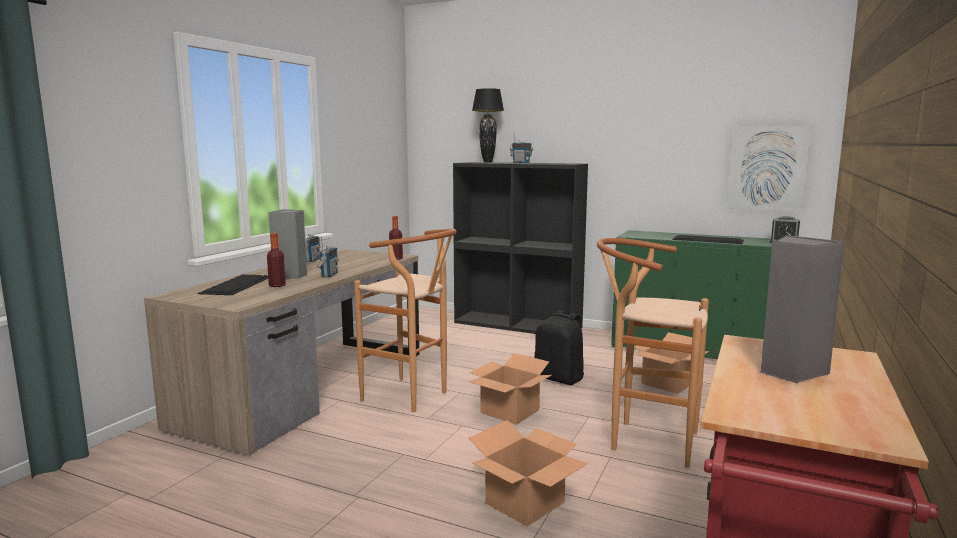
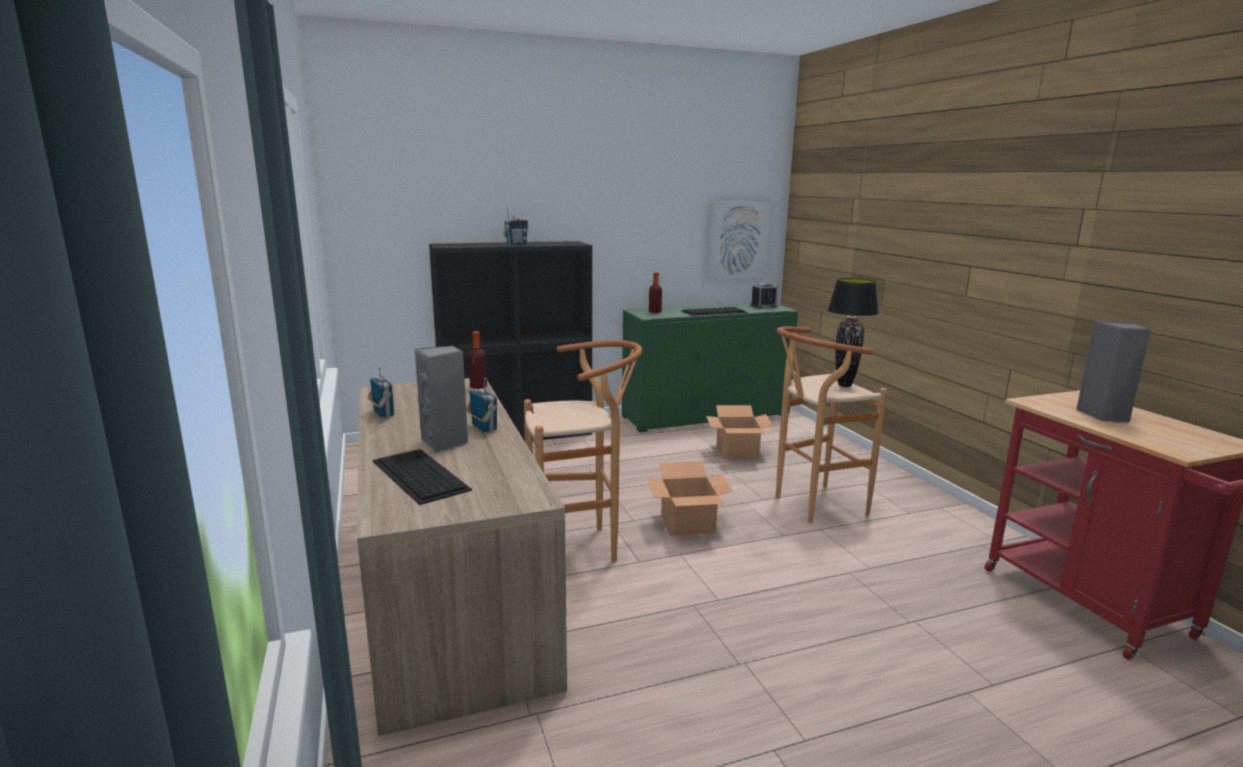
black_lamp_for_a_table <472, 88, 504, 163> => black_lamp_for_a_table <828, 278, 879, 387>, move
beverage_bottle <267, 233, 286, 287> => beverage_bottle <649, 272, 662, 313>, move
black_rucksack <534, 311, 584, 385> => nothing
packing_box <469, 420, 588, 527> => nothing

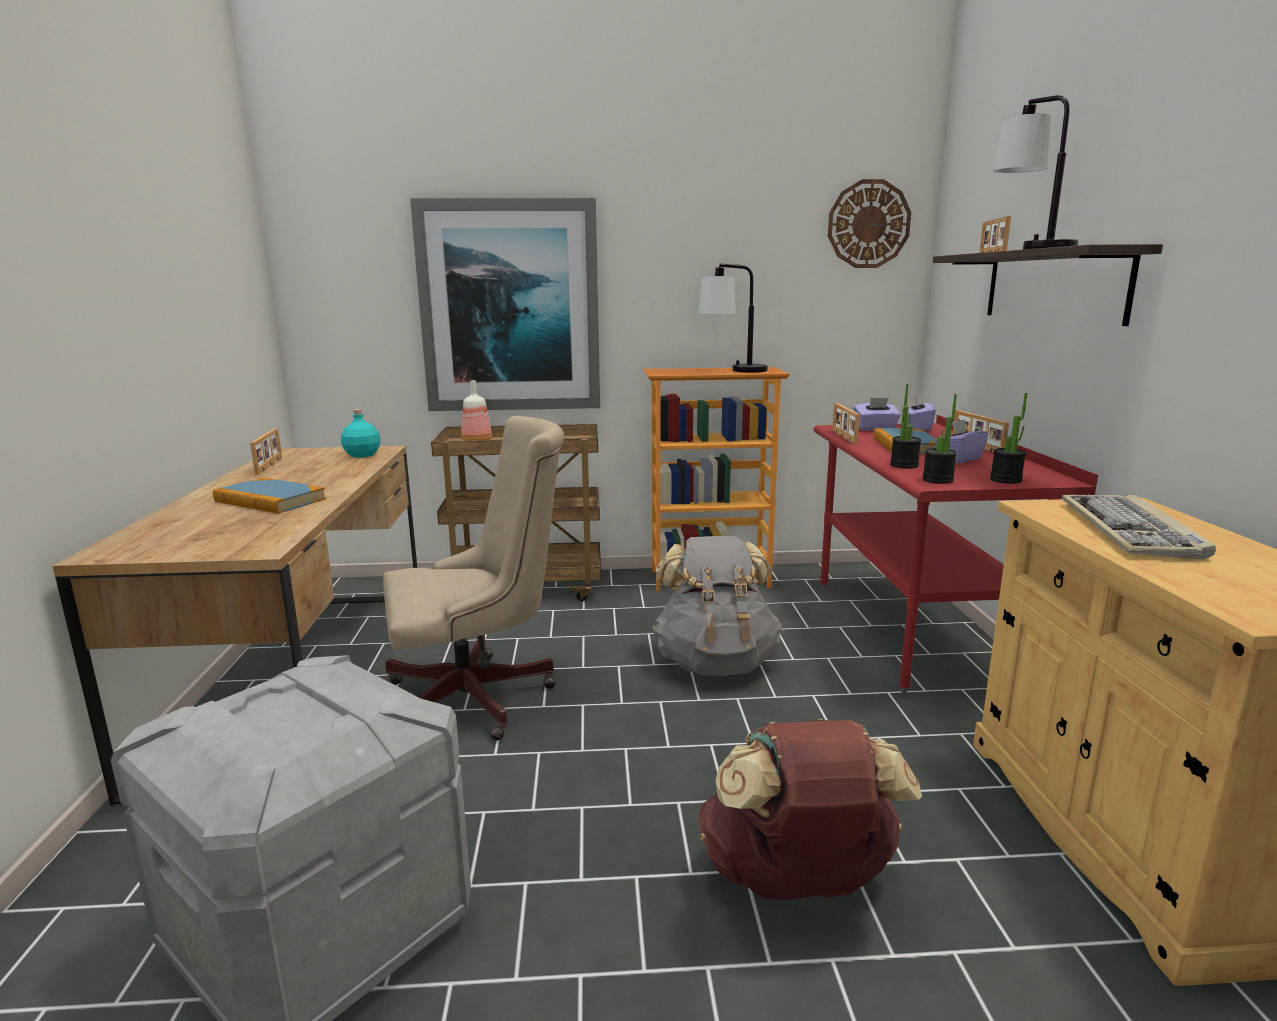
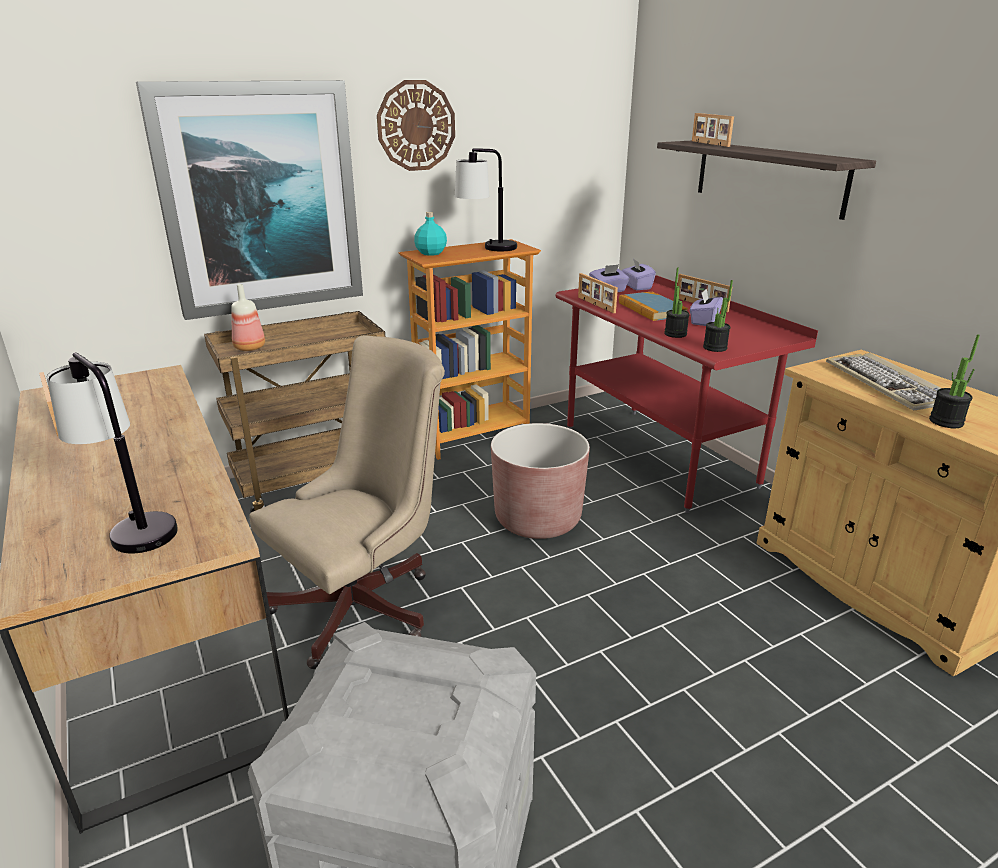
lamp_for_a_table <993, 95, 1078, 249> => lamp_for_a_table <47, 352, 178, 553>, move
wall_clock <828, 179, 911, 268> => wall_clock <377, 80, 455, 171>, move
plant_in_a_pot <990, 393, 1027, 484> => plant_in_a_pot <929, 334, 980, 428>, move
blue-green_beverage_bottle <341, 409, 381, 457> => blue-green_beverage_bottle <414, 212, 447, 256>, move
volume <213, 478, 326, 514> => nothing
gray_rucksack <652, 536, 782, 676> => brown_plant_pot <491, 423, 590, 539>
brown_rucksack <697, 719, 922, 900> => nothing

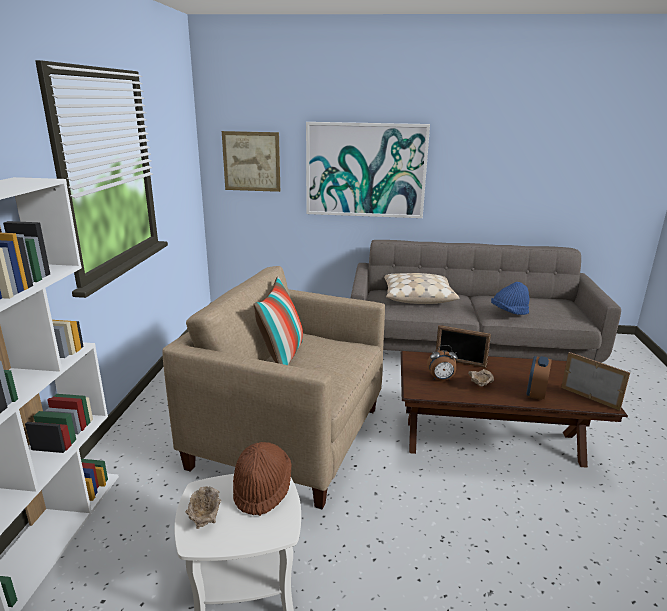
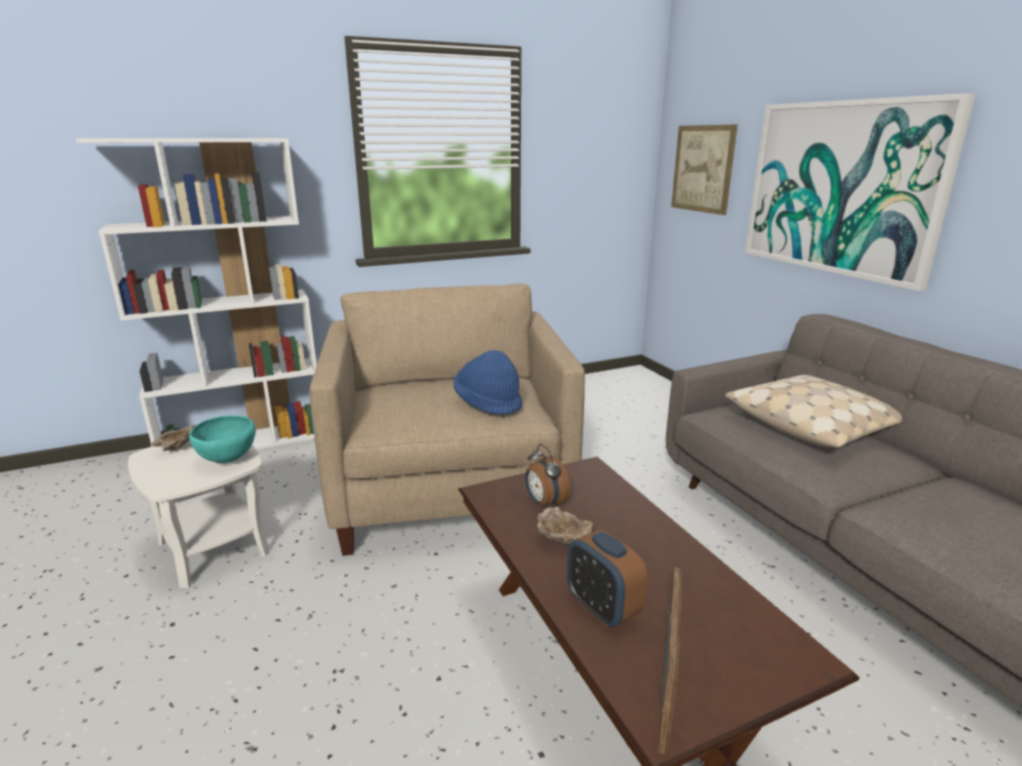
pillow <253, 277, 303, 365> => nothing
blue-coloured_hat <491, 282, 530, 315> => blue-coloured_hat <454, 350, 522, 415>, move
photo_frame <436, 325, 491, 368> => nothing
alarm_clock <526, 356, 552, 400> => alarm_clock <567, 529, 647, 627>, 120 degrees counterclockwise
brown_hat <233, 442, 292, 516> => blue-green_bowl <189, 416, 256, 463>

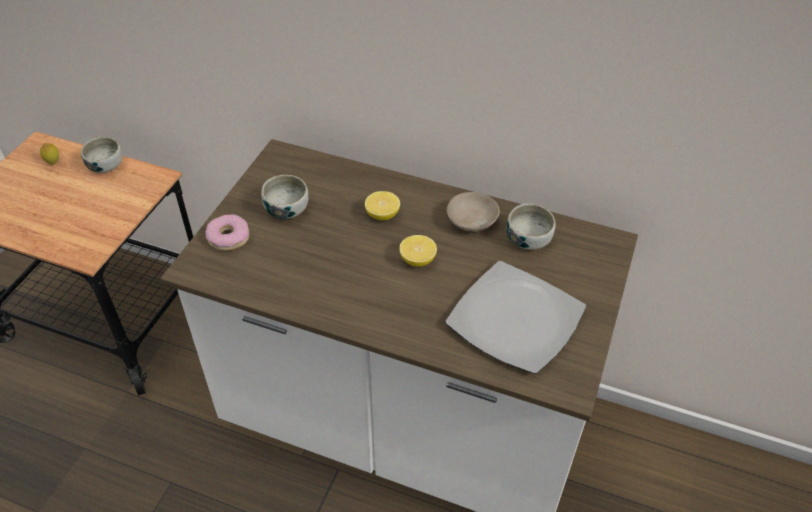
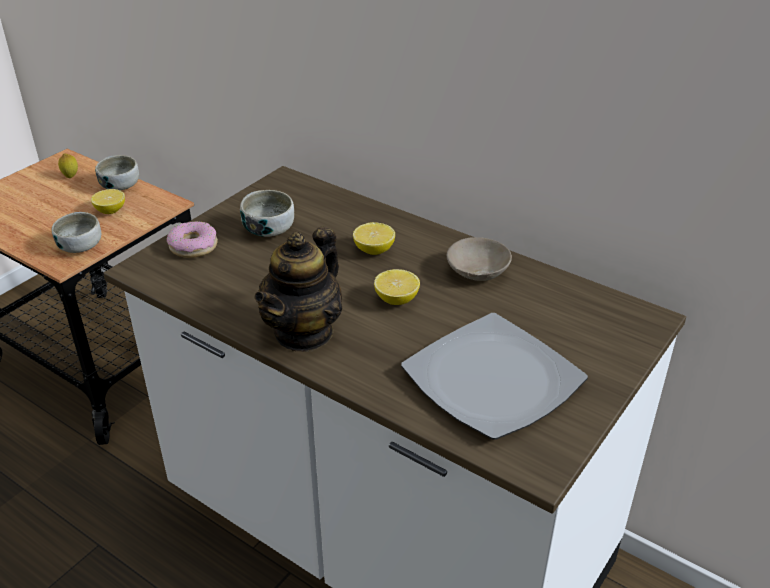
bowl <507, 203, 556, 250> => bowl <51, 212, 101, 253>, move
nothing => lemon <91, 189, 125, 214>
nothing => pot_for_tea <254, 226, 343, 352>

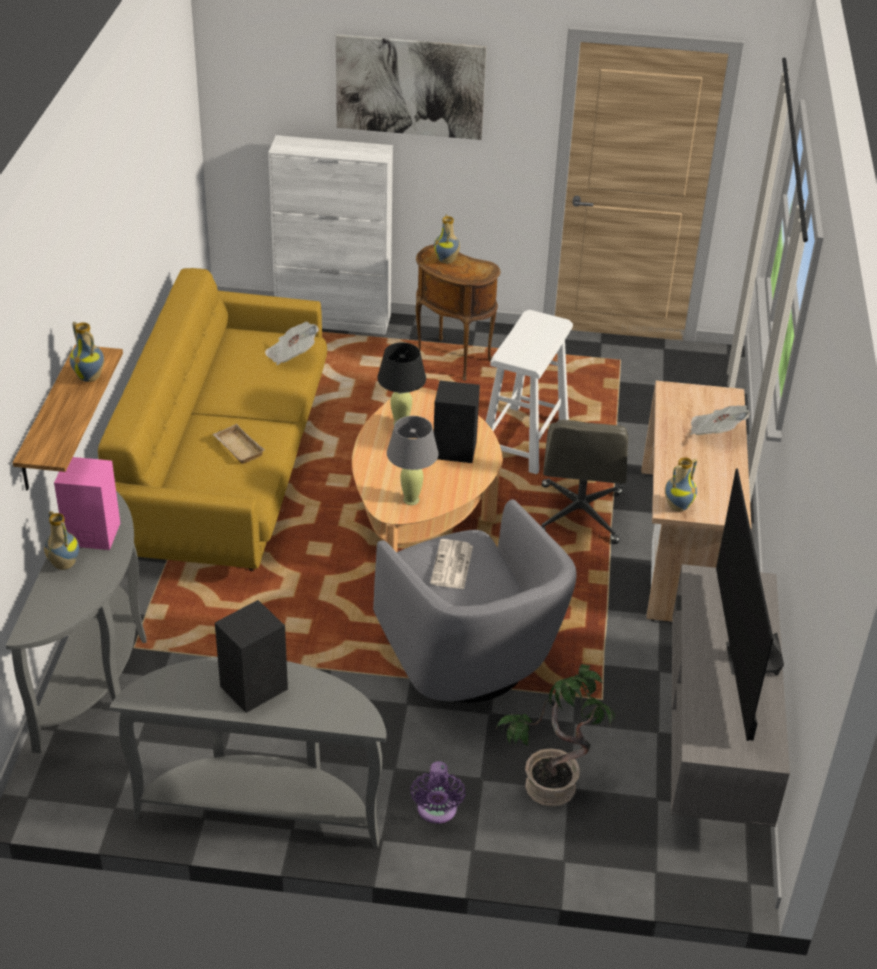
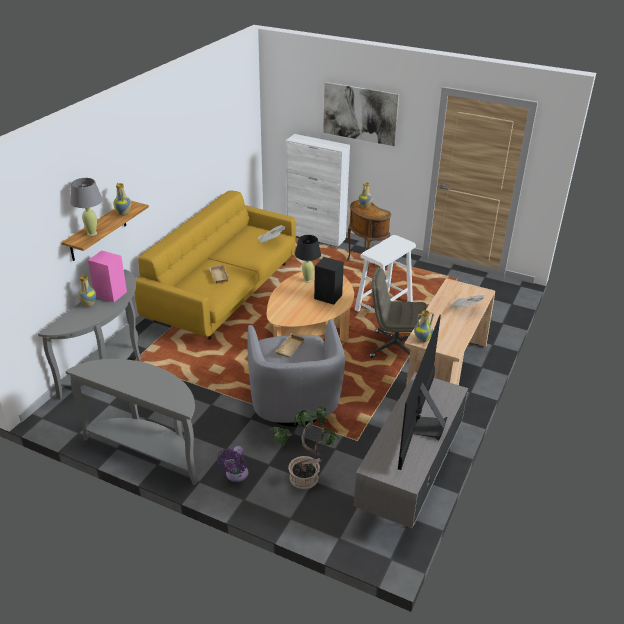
gray_lamp_for_a_table <387, 416, 439, 505> => gray_lamp_for_a_table <70, 178, 103, 236>, move
gray_desk_chair <541, 420, 628, 544> => gray_desk_chair <370, 268, 426, 358>, 75 degrees clockwise
daily_paper <430, 539, 473, 589> => sand-coloured_serving_tray <276, 333, 306, 358>
black_audio_speaker <215, 600, 288, 713> => nothing

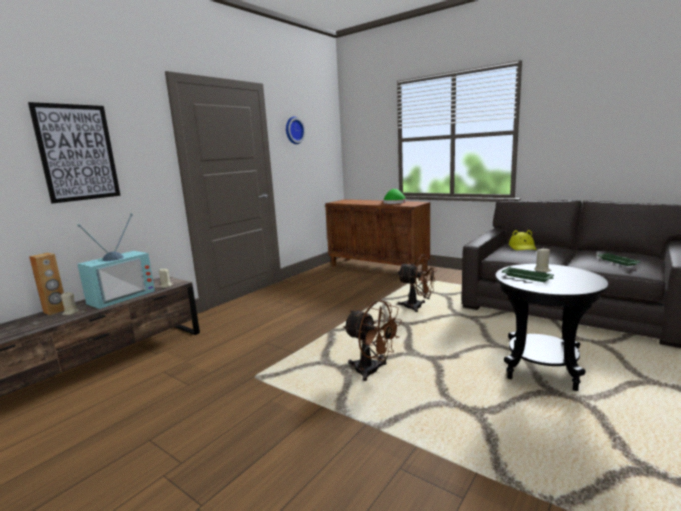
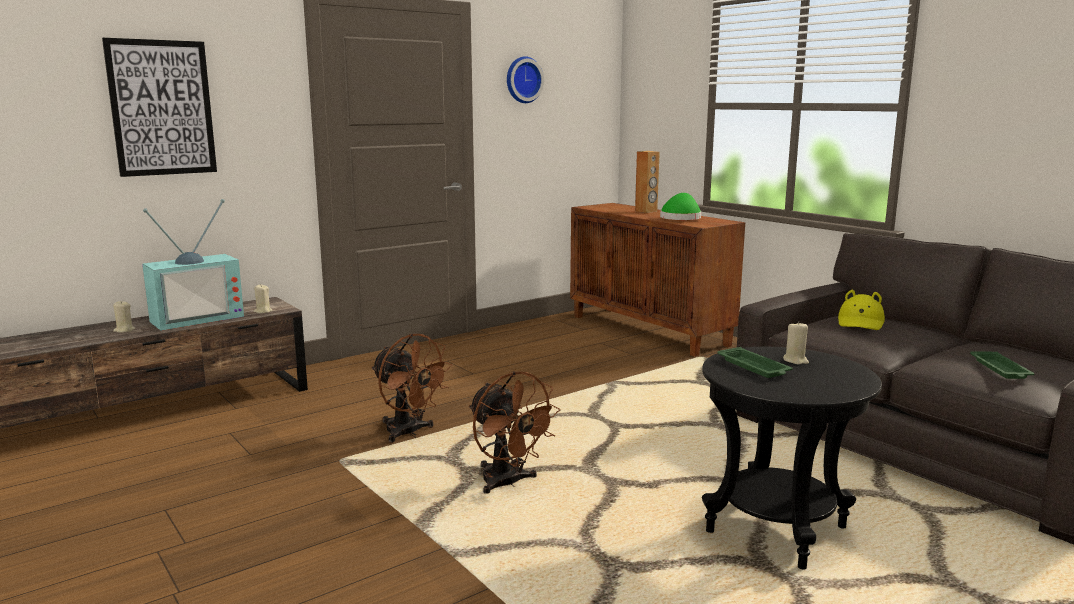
brown_audio_speaker <29, 253, 65, 315> => brown_audio_speaker <635, 151, 660, 213>, move
brown_cooling_fan <397, 254, 437, 312> => brown_cooling_fan <371, 333, 452, 443>, move

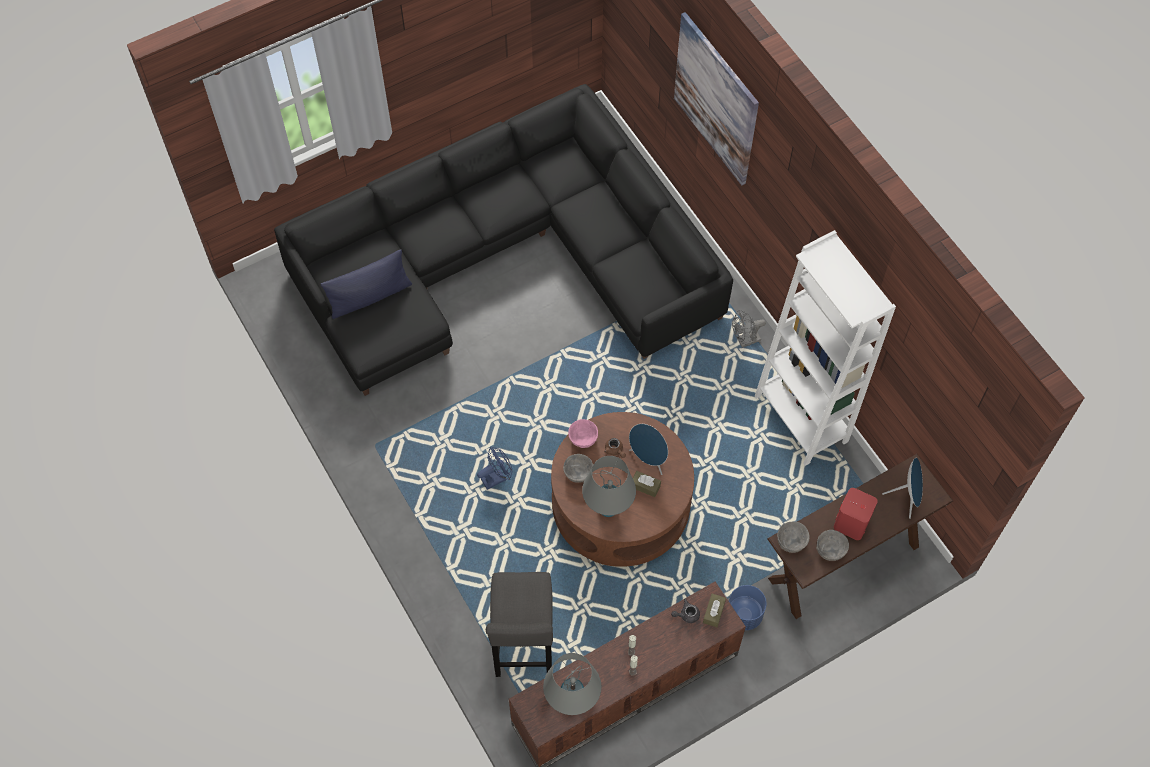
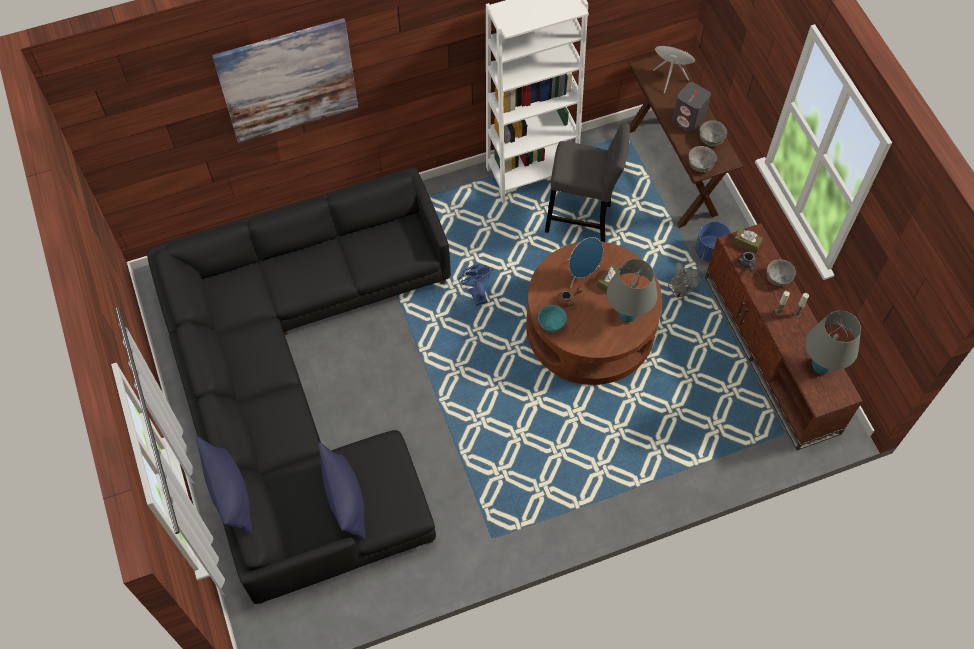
gray_cooling_fan <732, 310, 766, 348> => gray_cooling_fan <668, 263, 703, 298>, move
pinkish_bowl <568, 419, 598, 448> => blue-green_bowl <538, 305, 567, 332>
blue-coloured_cooling_fan <477, 447, 512, 490> => blue-coloured_cooling_fan <458, 264, 493, 306>, move
gray_bowl <563, 454, 593, 483> => gray_bowl <766, 259, 796, 286>, move
reddish_audio_speaker <834, 488, 878, 540> => gray_audio_speaker <672, 82, 711, 133>
gray_sitting_stool <486, 572, 553, 677> => gray_sitting_stool <545, 123, 630, 242>, move
nothing => blue-coloured_pillow <196, 437, 252, 535>

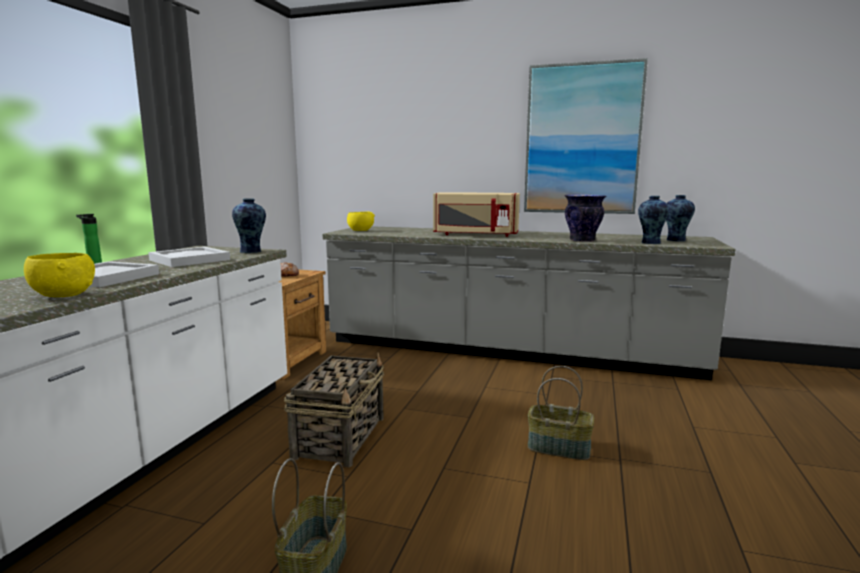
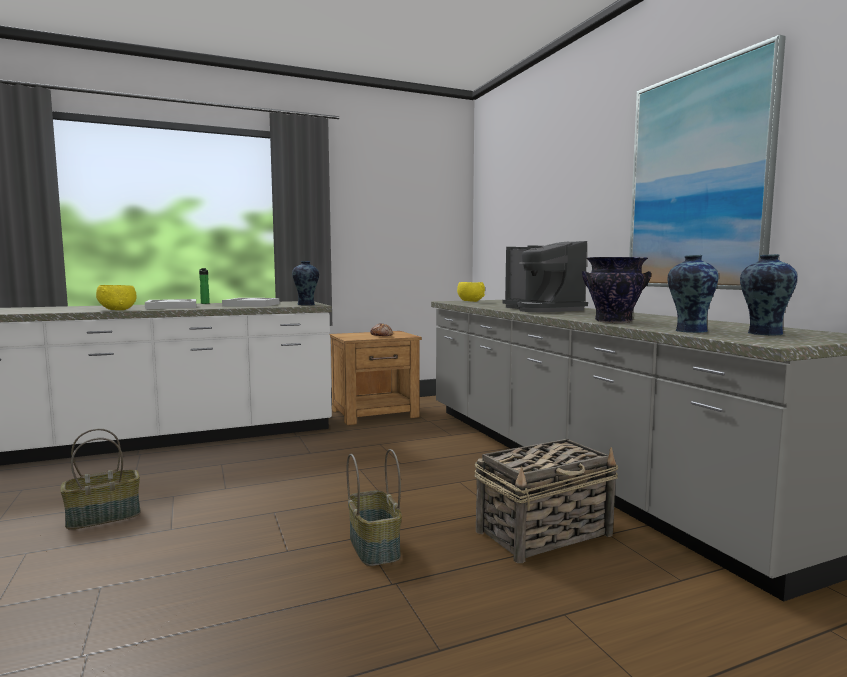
sand-coloured_microwave_oven <433, 192, 520, 237> => coffee_machine <502, 241, 588, 312>
basket <284, 352, 384, 467> => basket <474, 439, 618, 563>, move

